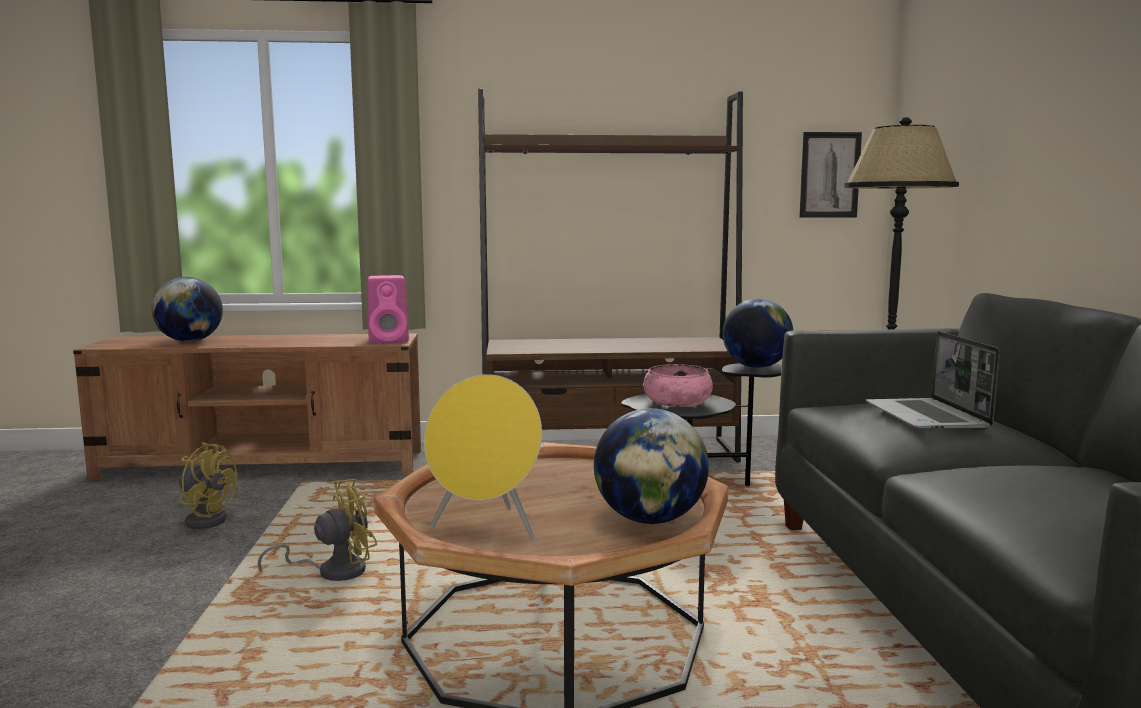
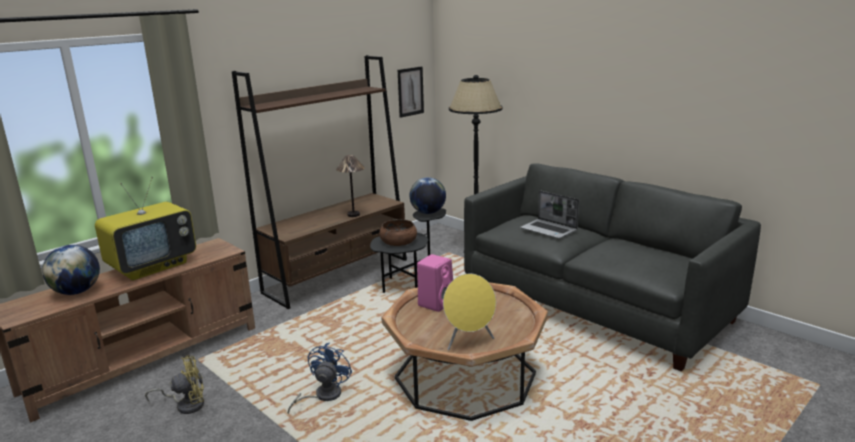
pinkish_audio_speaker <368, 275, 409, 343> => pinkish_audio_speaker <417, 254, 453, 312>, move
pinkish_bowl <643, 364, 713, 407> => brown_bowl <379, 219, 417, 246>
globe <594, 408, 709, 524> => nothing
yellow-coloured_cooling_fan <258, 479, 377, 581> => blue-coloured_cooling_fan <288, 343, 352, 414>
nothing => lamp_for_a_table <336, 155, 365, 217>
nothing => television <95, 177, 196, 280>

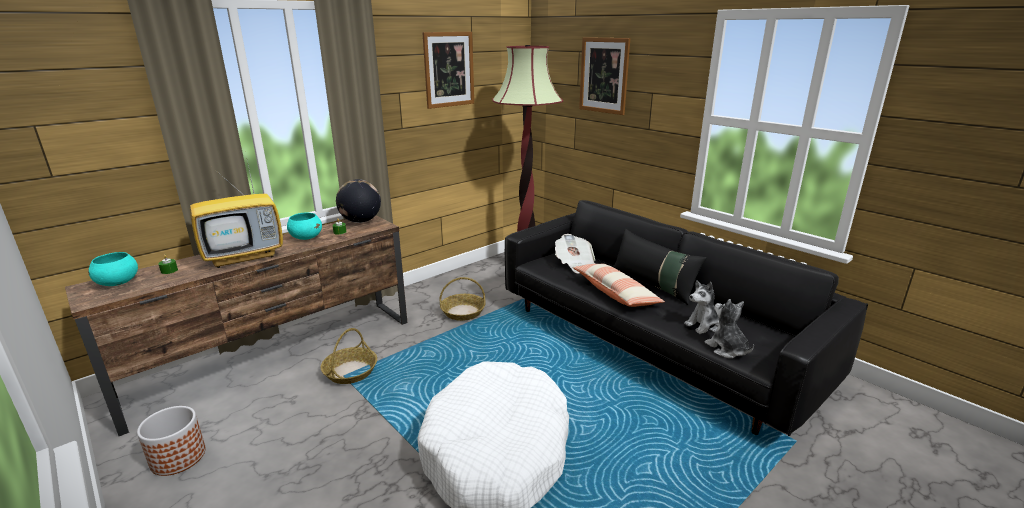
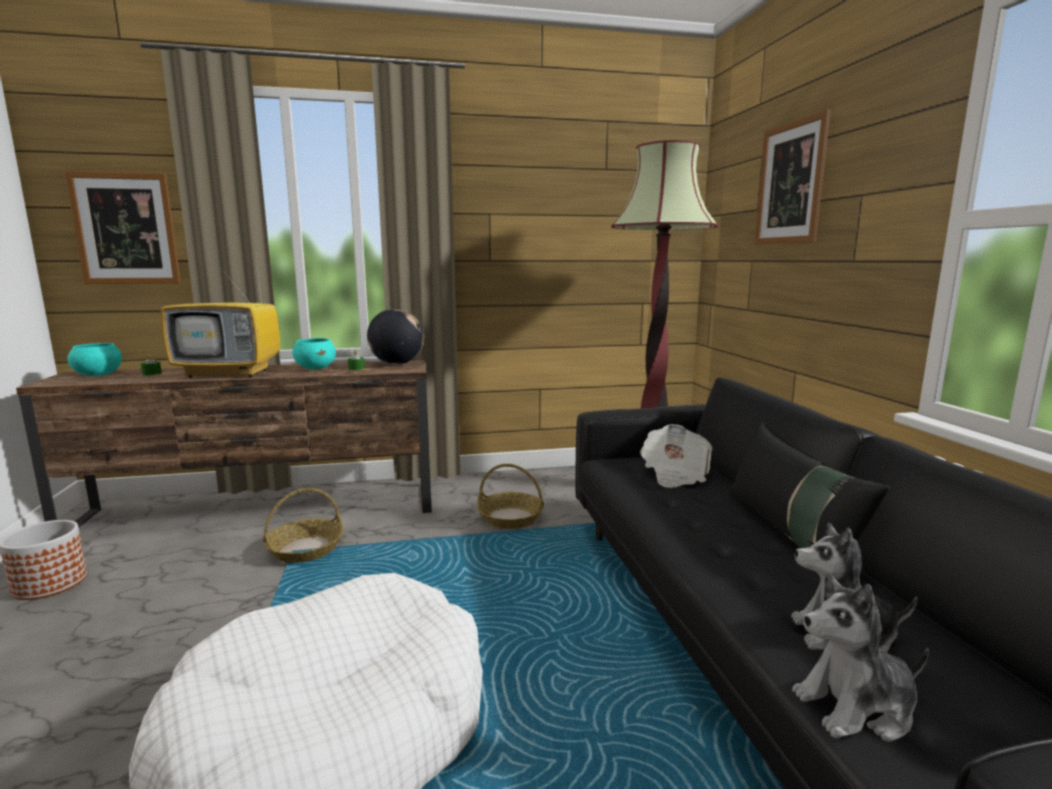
wall_picture <422, 32, 474, 109> => wall_picture <65, 171, 181, 284>, move
pillow <572, 264, 665, 307> => nothing
plush_toy <705, 299, 754, 358> => plush_toy <792, 573, 929, 742>, 105 degrees counterclockwise

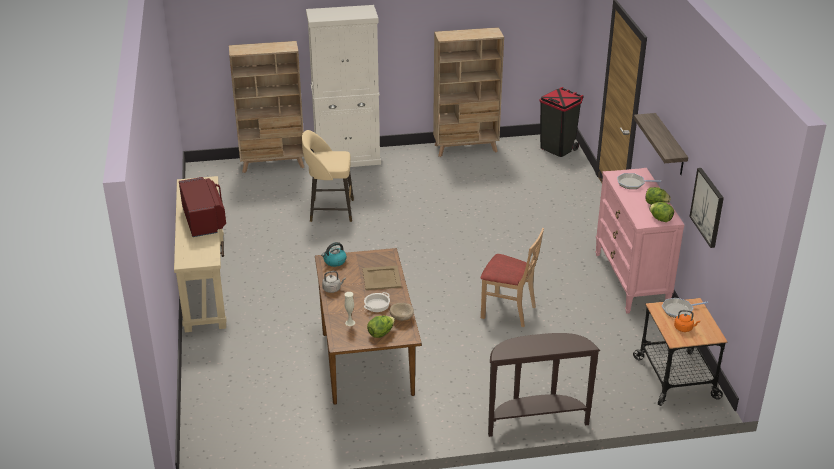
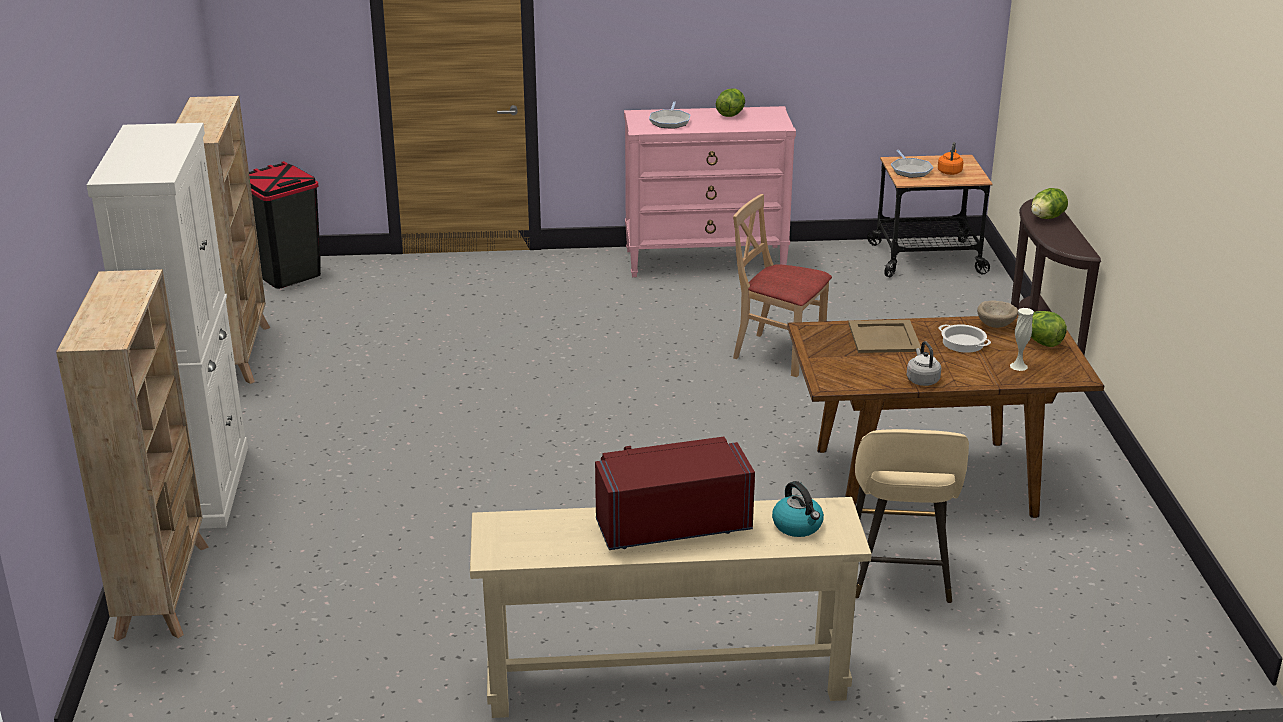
shelf <633, 113, 688, 175> => nothing
sand-coloured_sitting_stool <302, 130, 354, 222> => sand-coloured_sitting_stool <855, 429, 969, 603>, move
wall_picture <689, 168, 724, 248> => nothing
head_of_lettuce <649, 202, 674, 222> => head_of_lettuce <1031, 188, 1068, 219>, move
sand-coloured_chair <481, 228, 544, 327> => sand-coloured_chair <733, 194, 832, 377>, 90 degrees counterclockwise
tea_kettle <321, 242, 347, 267> => tea_kettle <772, 481, 824, 537>, move

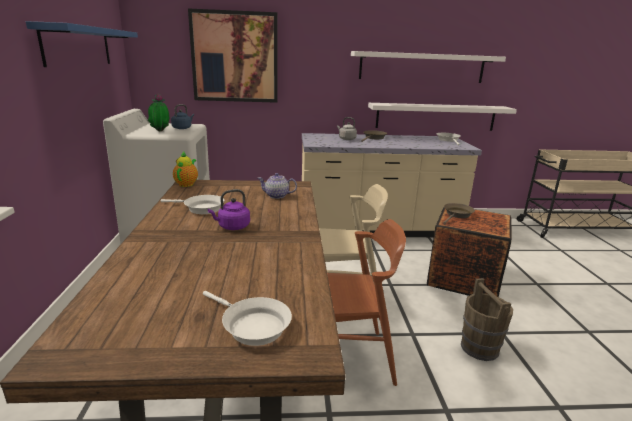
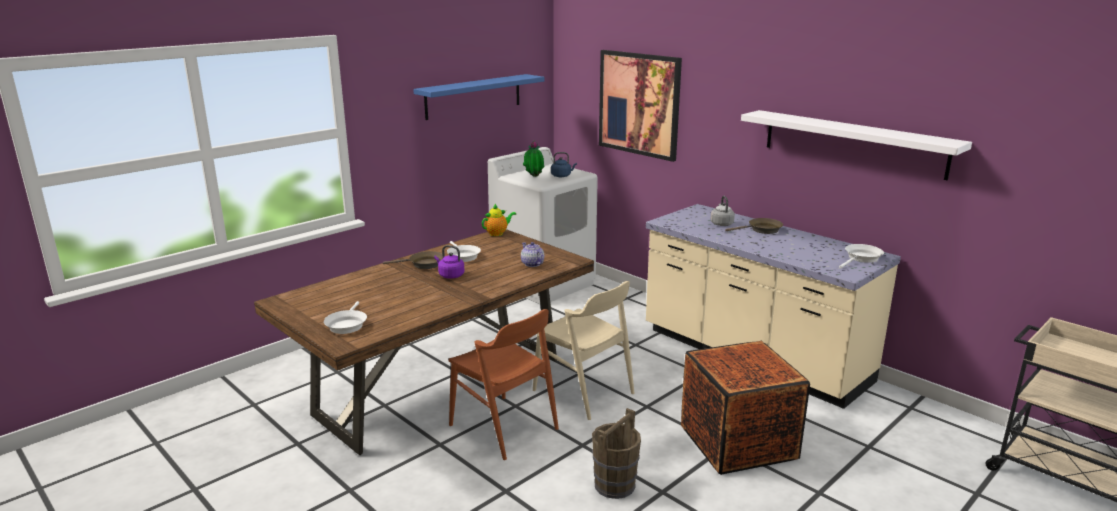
white_shelf <368, 103, 517, 131> => nothing
brown_skillet <443, 203, 475, 224> => brown_skillet <383, 251, 443, 269>, move

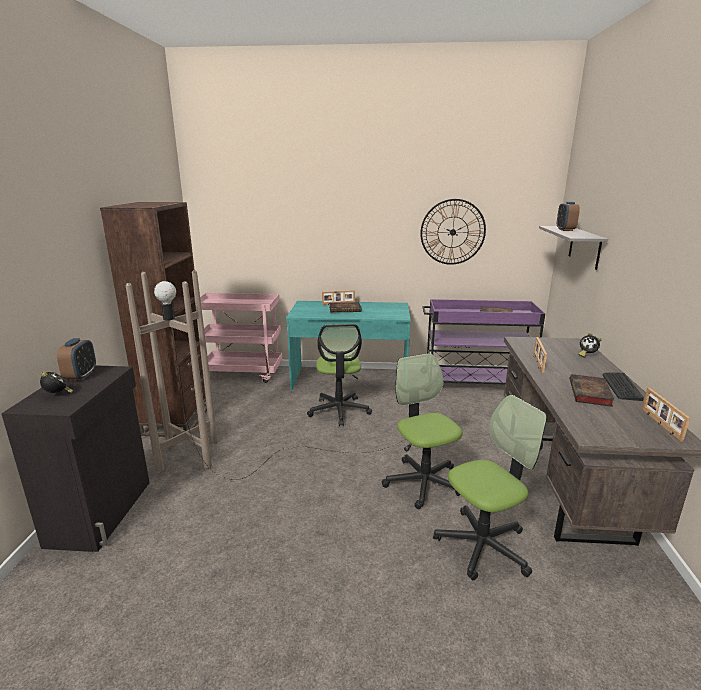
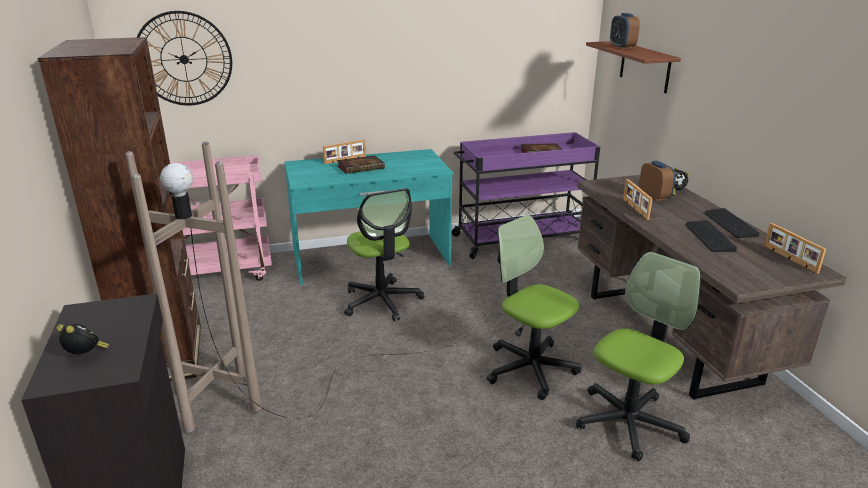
wall_clock <420, 199, 486, 265> => wall_clock <137, 11, 232, 106>, move
gray_shelf <539, 226, 608, 270> => brown_shelf <586, 41, 681, 93>
alarm_clock <57, 338, 96, 380> => alarm_clock <639, 161, 676, 201>, move
volume <570, 374, 614, 407> => PC_keyboard <685, 220, 737, 252>

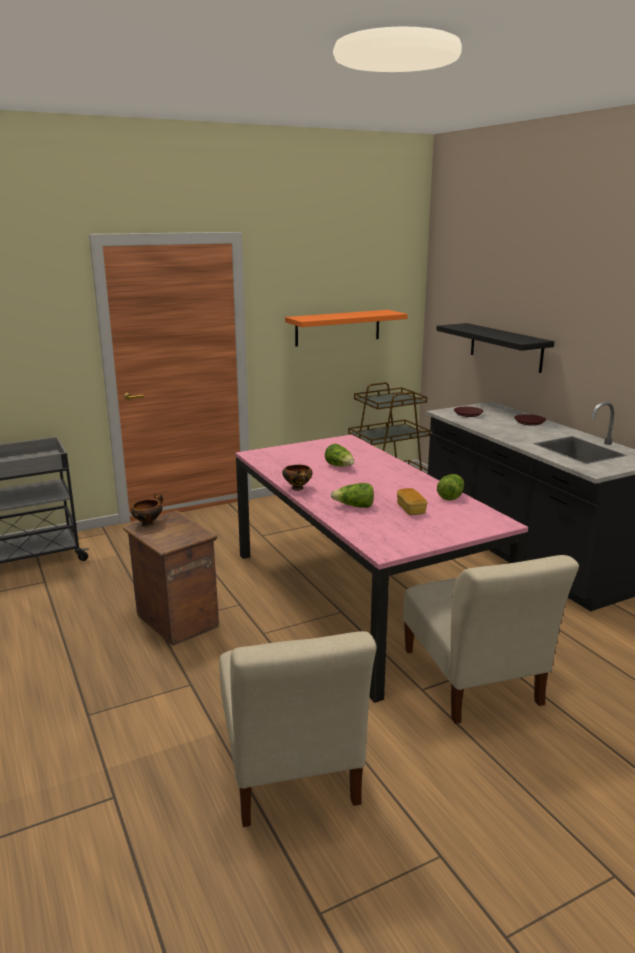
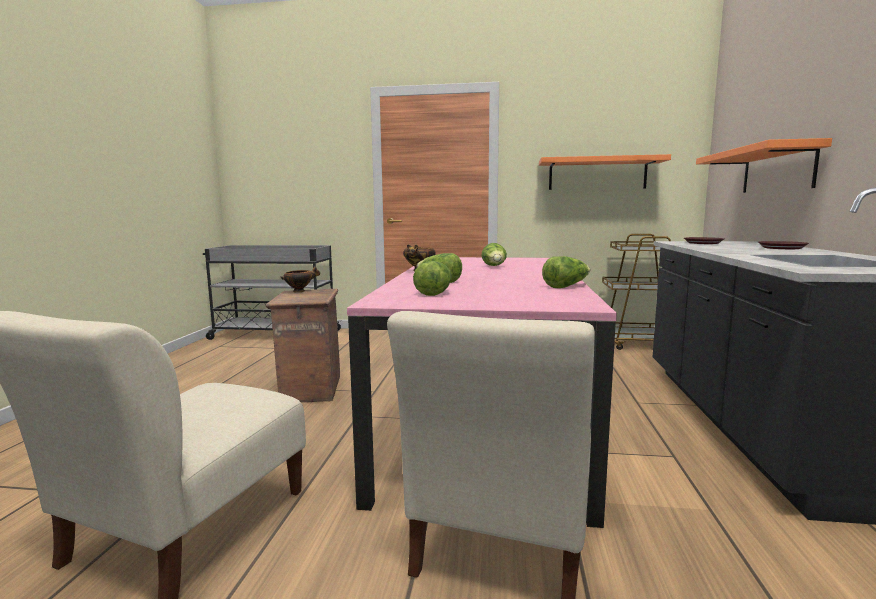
black_shelf <436, 323, 554, 373> => orange-coloured_shelf <696, 138, 832, 193>
bread <397, 488, 428, 515> => nothing
nothing => head_of_lettuce <413, 261, 452, 296>

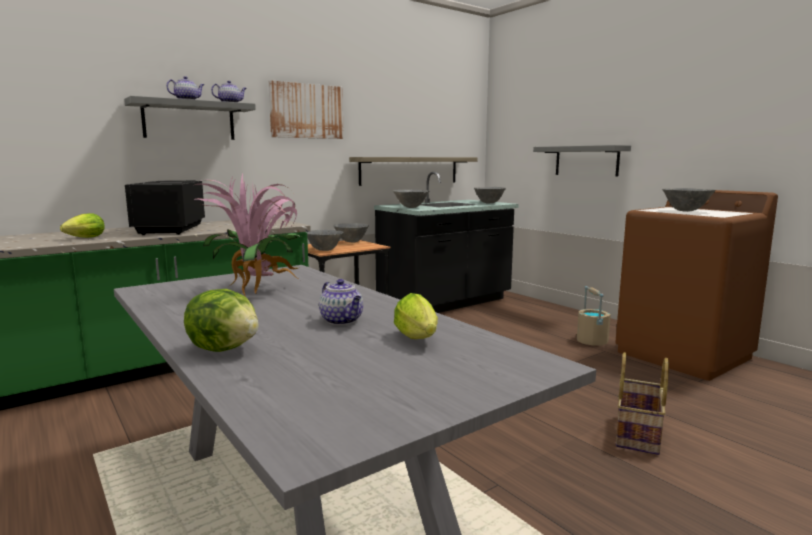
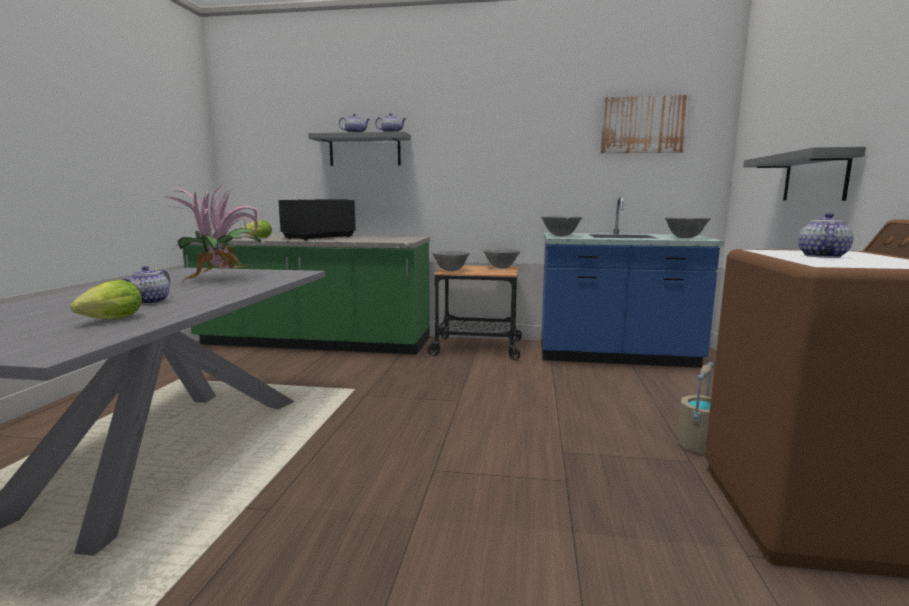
wall_picture <268, 80, 344, 139> => wall_picture <601, 95, 690, 153>, move
shelf <349, 157, 478, 186> => nothing
black_kitchen_base_unit <374, 172, 519, 313> => blue-coloured_kitchen_base_unit <541, 197, 724, 368>
gray_bowl <662, 188, 716, 212> => pot_for_tea <798, 213, 854, 258>
head_of_lettuce <184, 289, 259, 352> => nothing
basket <616, 352, 669, 455> => nothing

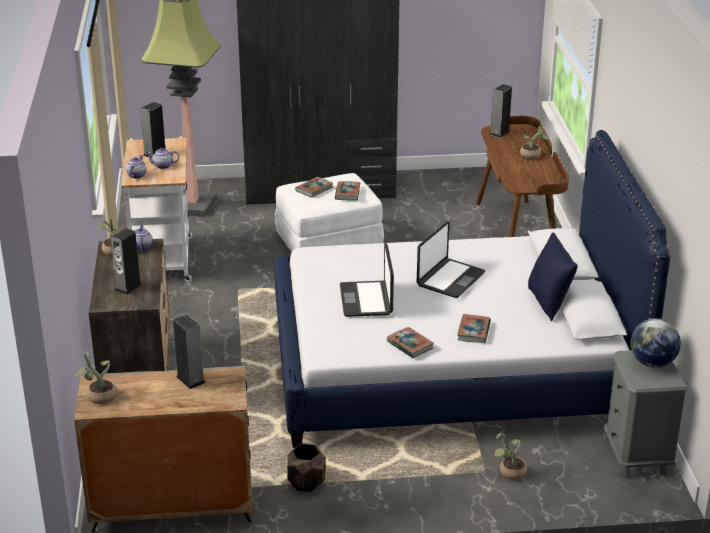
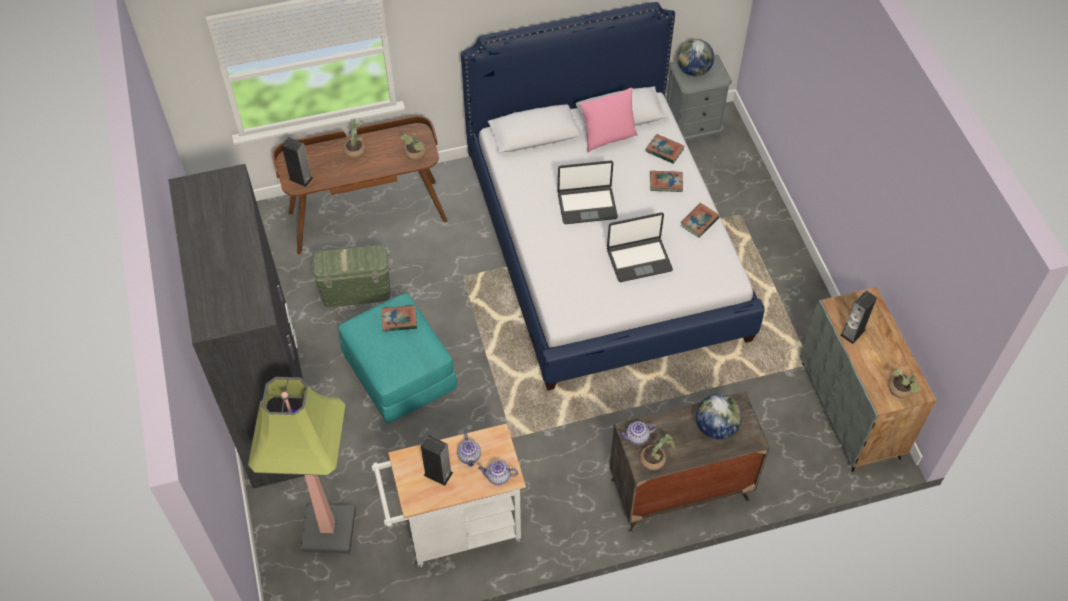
white_ottoman <275, 173, 384, 252> => blue-green_ottoman <339, 293, 457, 424>
volume <295, 177, 333, 198> => volume <646, 134, 684, 164>, move
portable_computer <417, 221, 485, 298> => portable_computer <557, 160, 618, 224>, 150 degrees clockwise
audio_speaker <111, 228, 142, 295> => globe <696, 393, 742, 440>
blue-coloured_pillow <528, 233, 578, 321> => pinkish_pillow <580, 88, 638, 152>
plant_in_a_pot <494, 433, 527, 480> => plant_in_a_pot <401, 133, 426, 160>, move
brown_plant_pot <287, 444, 326, 492> => nothing
nothing => greenish_storage_bin <311, 245, 391, 307>

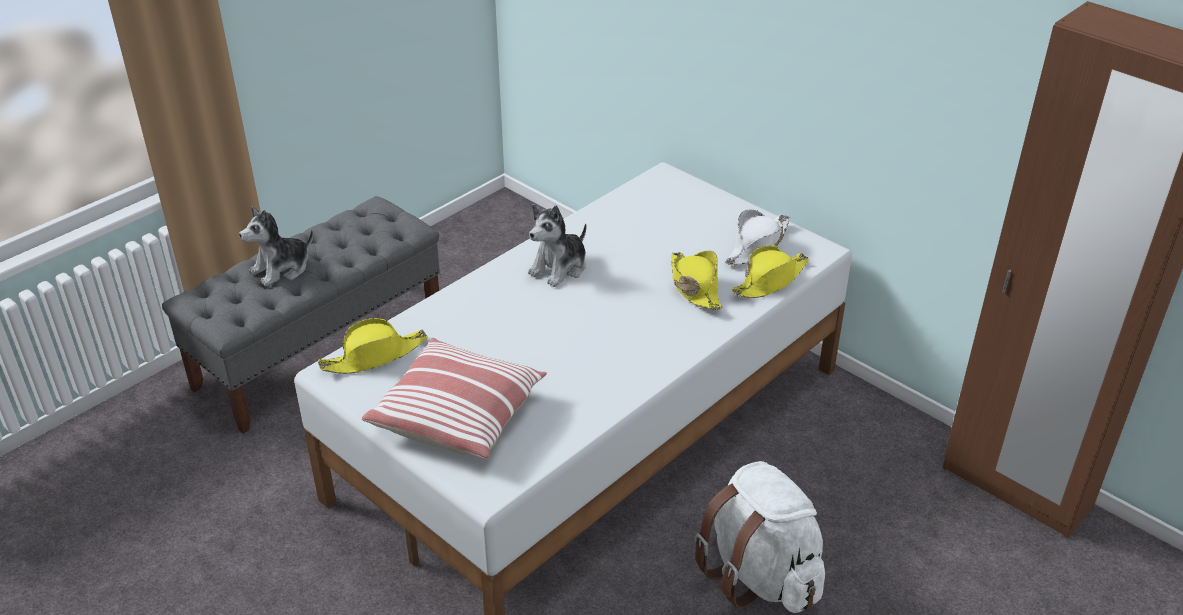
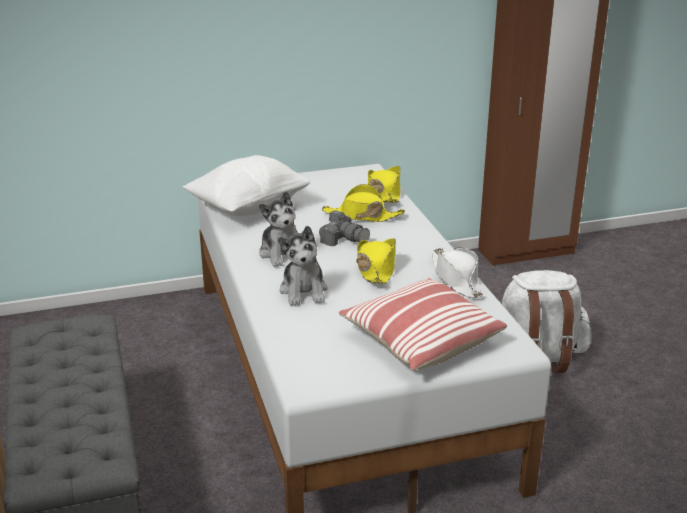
plush_toy <239, 206, 313, 286> => plush_toy <278, 226, 328, 306>, move
white_hat <725, 210, 790, 265> => white_hat <431, 248, 483, 298>, move
yellow-coloured_hat <318, 318, 428, 374> => yellow-coloured_hat <356, 238, 396, 284>, move
nothing => white_pillow <183, 155, 310, 216>
nothing => photo_camera <319, 210, 370, 246>

